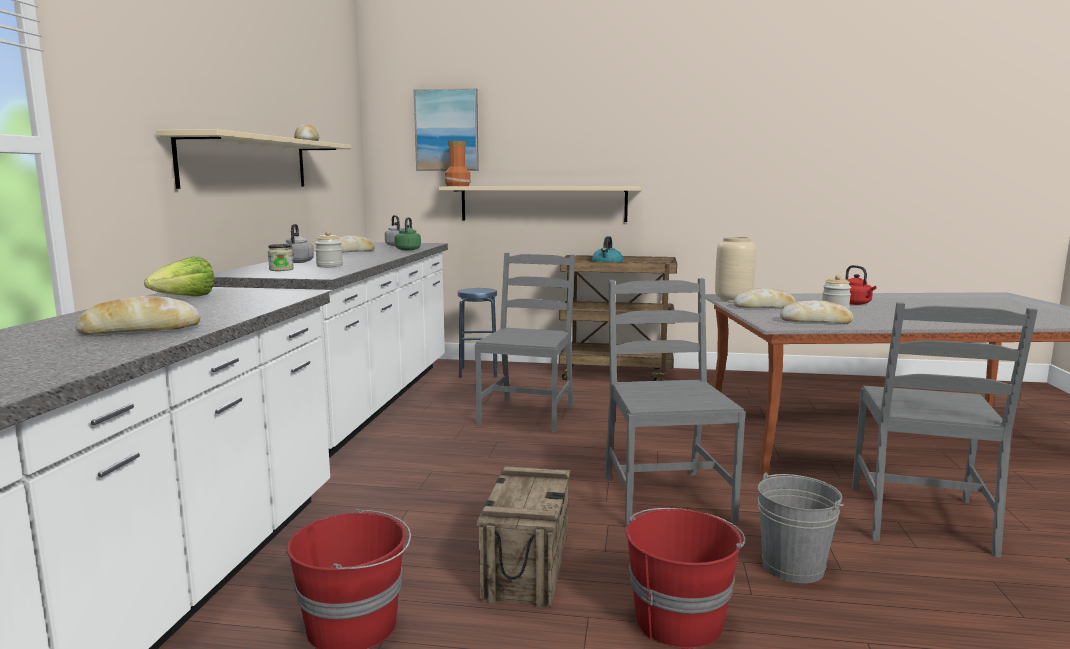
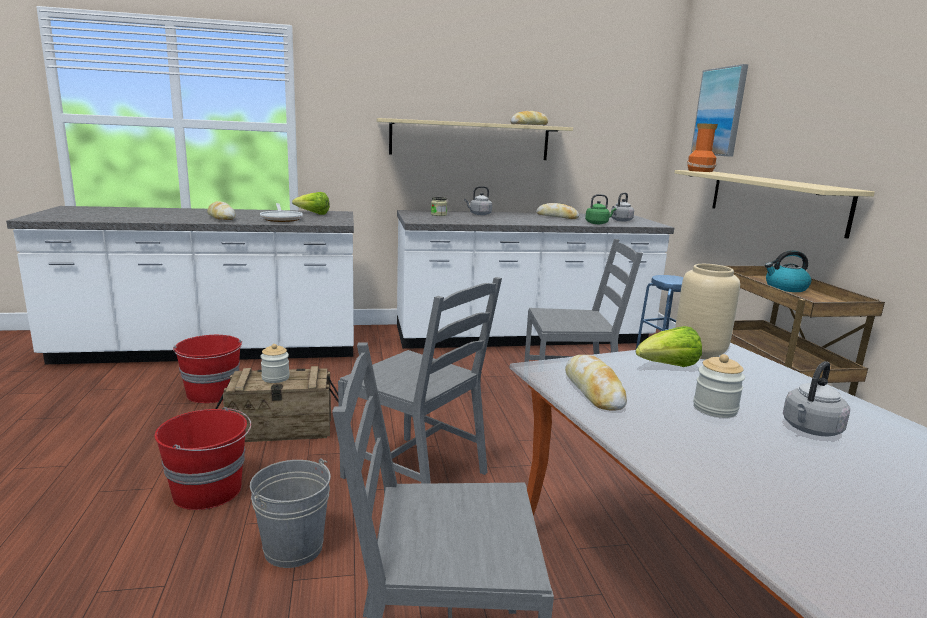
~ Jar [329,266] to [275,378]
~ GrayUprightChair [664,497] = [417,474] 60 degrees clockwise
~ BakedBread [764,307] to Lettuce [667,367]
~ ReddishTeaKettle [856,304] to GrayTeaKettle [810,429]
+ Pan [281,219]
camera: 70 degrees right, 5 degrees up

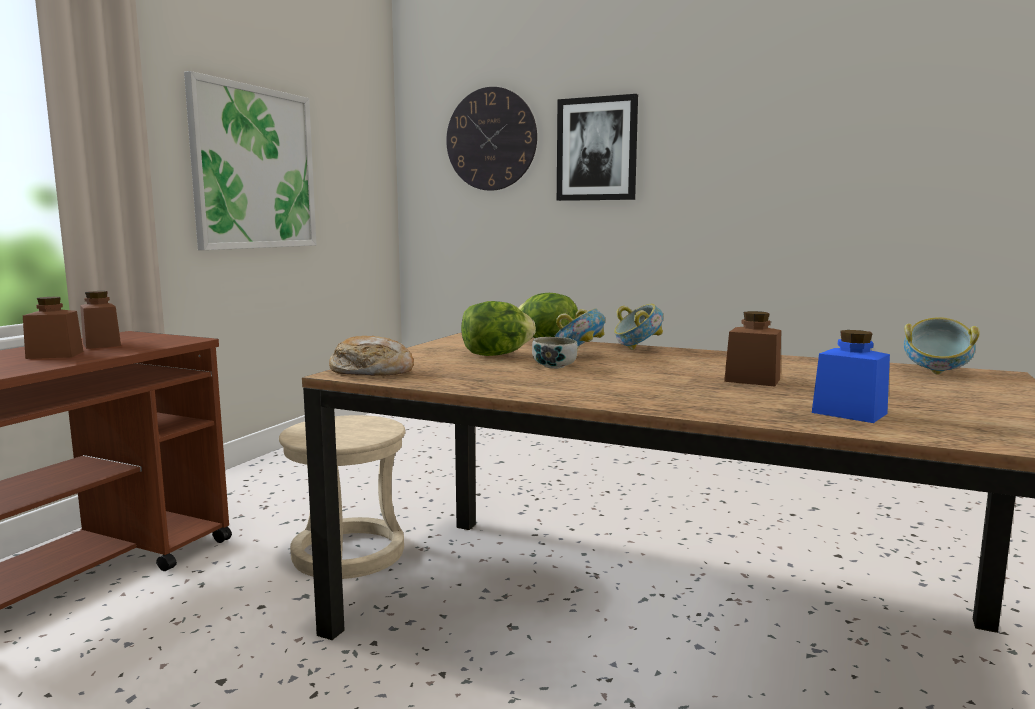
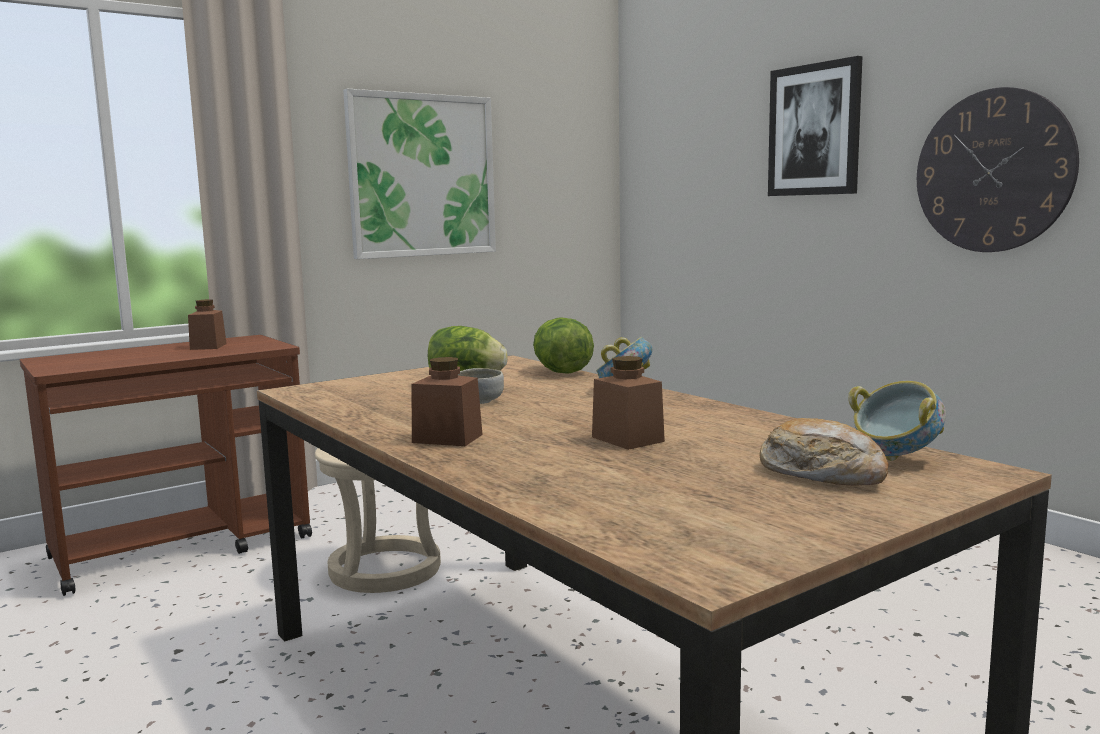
~ BrownishJar [55,355] to [447,438]
~ BakedBread [372,371] to [822,473]
~ HangingClock [491,139] to [993,171]
- Bowl [579,355]
- BlueColouredJar [849,413]
camera: 30 degrees right, 0 degrees up

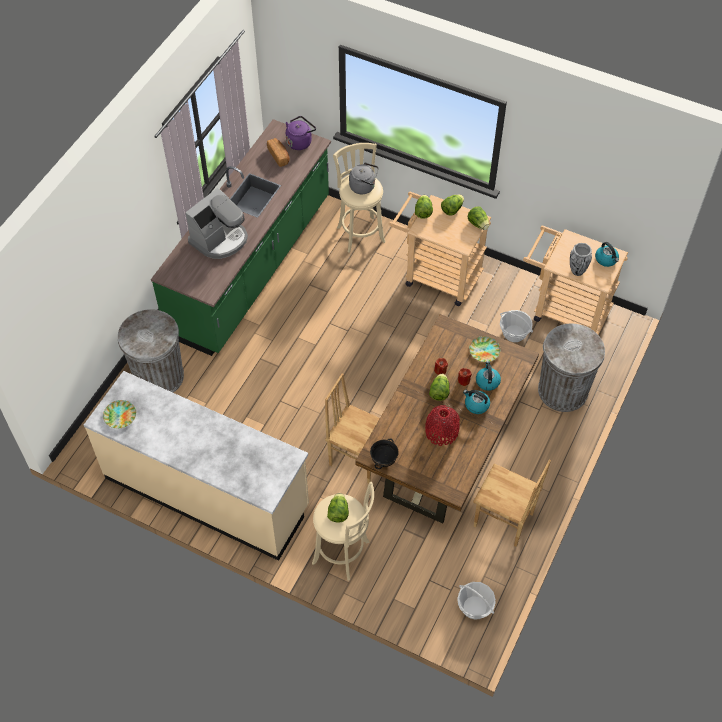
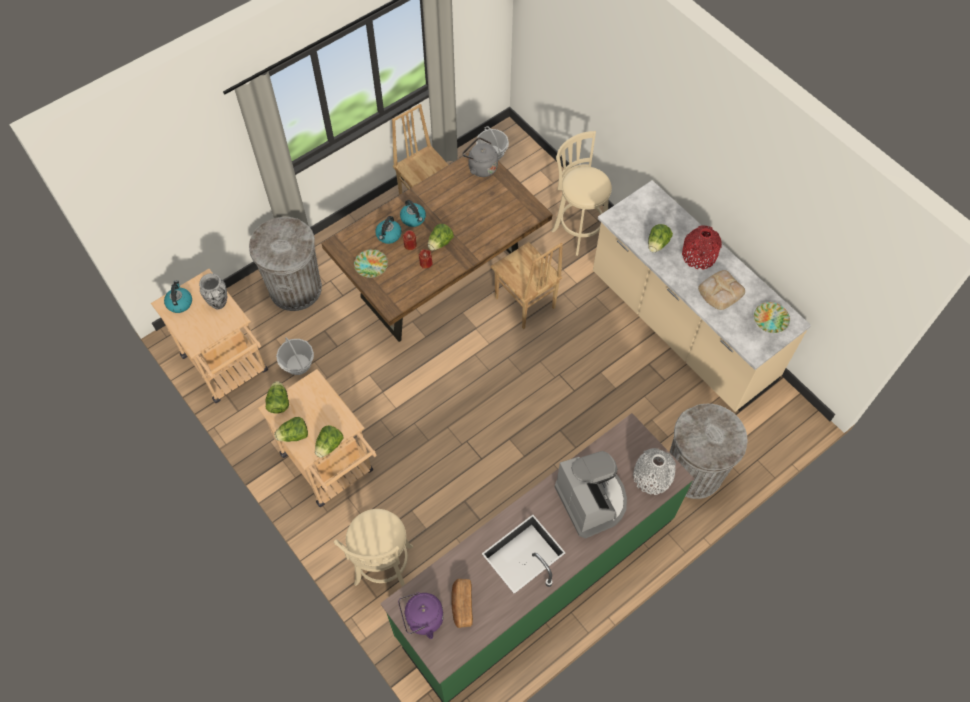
~ CoffeeBrewer [220,239] = [592,500] 90 degrees clockwise
~ Lettuce [338,512] to [657,244]
~ GrayTeaKettle [364,187] to [481,167]
- BlackColouredBowl [384,460]
~ ReddishVase [441,432] to [699,255]
+ GrayVase [652,477]
+ BakedBread [720,291]
camera: 155 degrees left, 5 degrees up

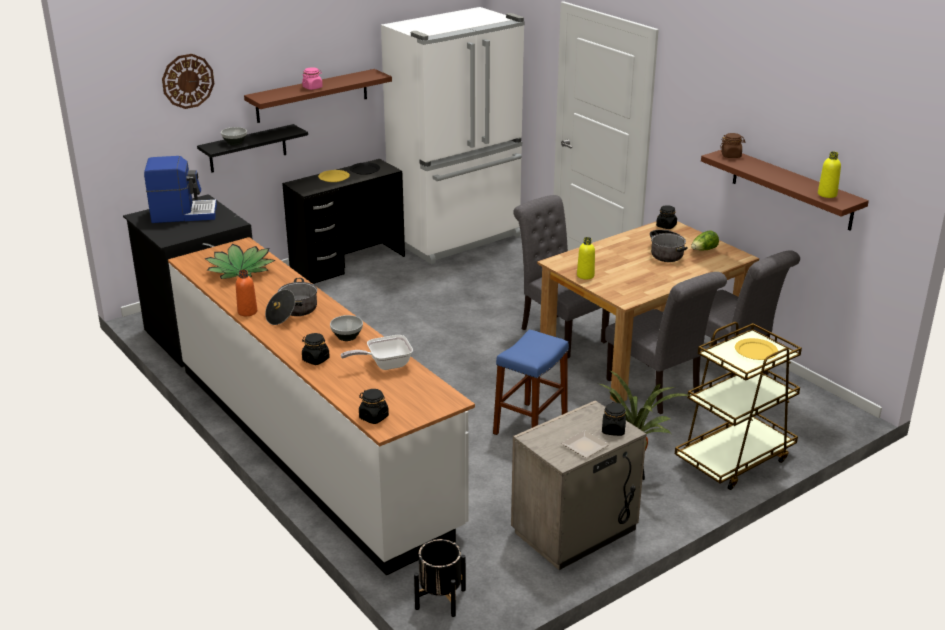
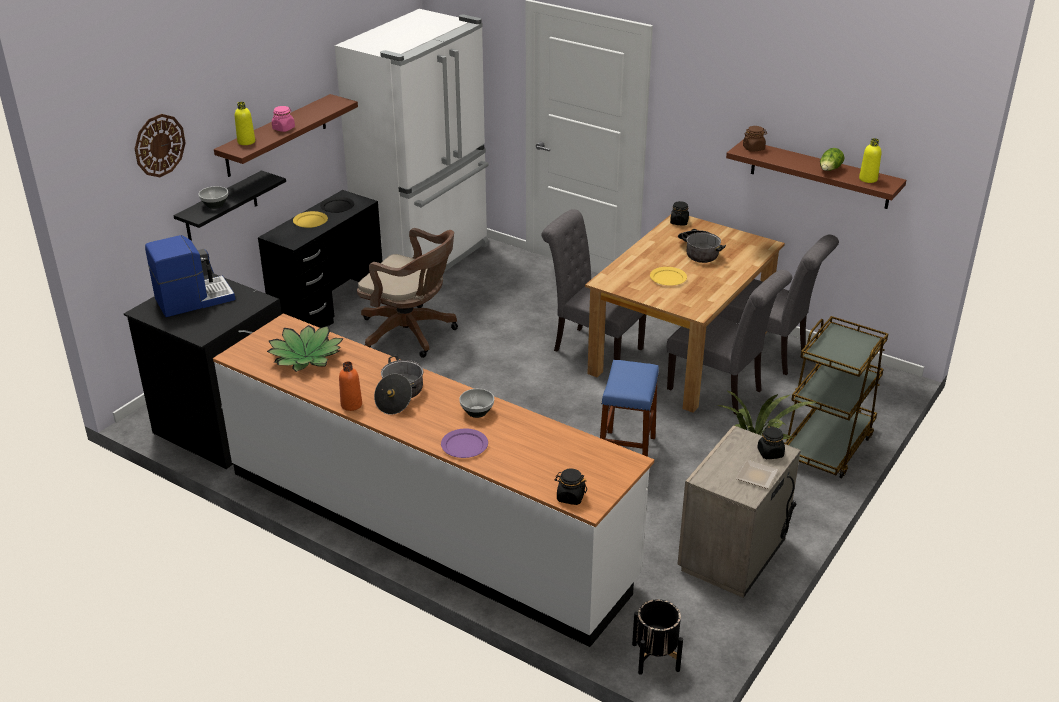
~ BlackColouredJar [315,359] to PurplishPlate [465,445]
- Pan [385,364]
~ YellowishBeverageBottle [585,275] to [246,142]
~ Lettuce [704,250] to [829,170]
~ YellowishPlate [756,351] to [668,278]
+ BrownishComputerChair [411,333]
camera: 20 degrees left, 5 degrees up

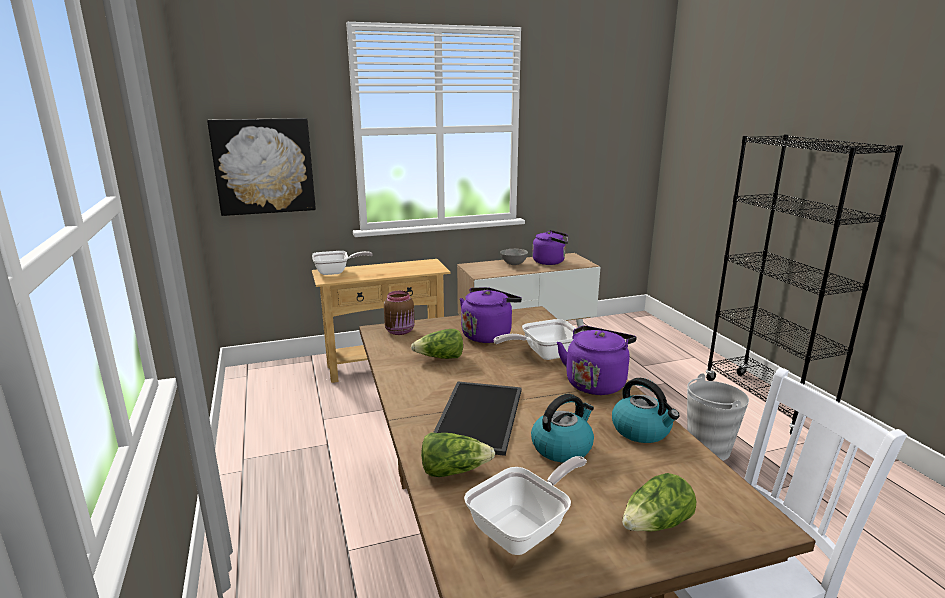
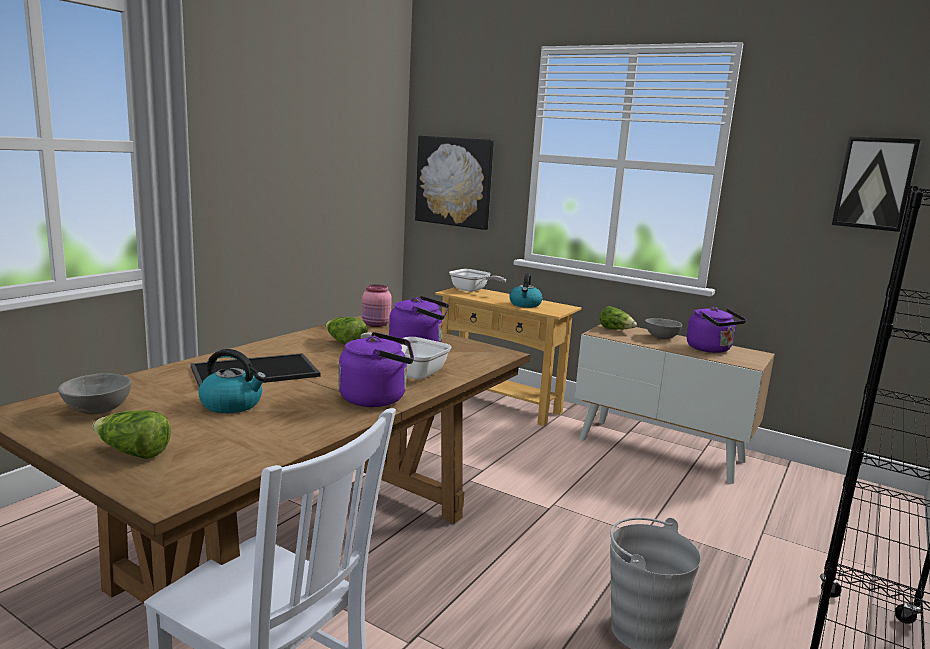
~ BrownishJar [400,331] to PinkJar [376,324]
~ Lettuce [453,470] to [616,330]
~ Pan [525,529] to GrayBowl [97,411]
~ TeaKettle [642,430] to [525,304]
+ WallPicture [874,183]
camera: 50 degrees right, 5 degrees down

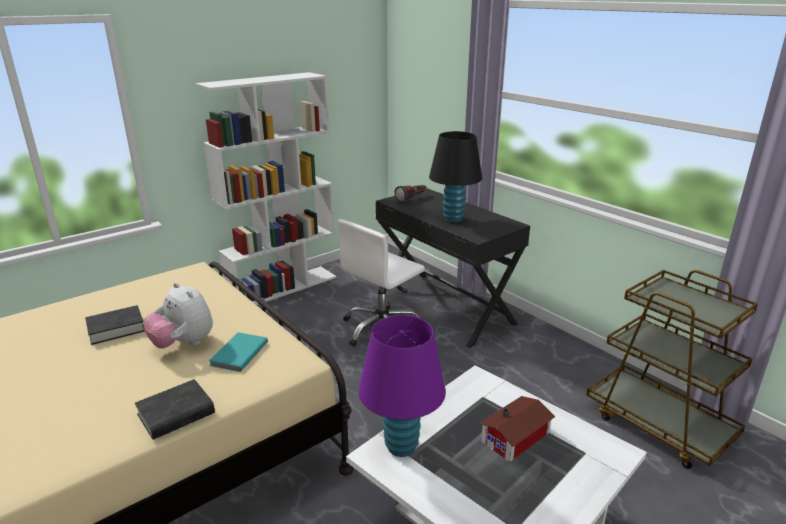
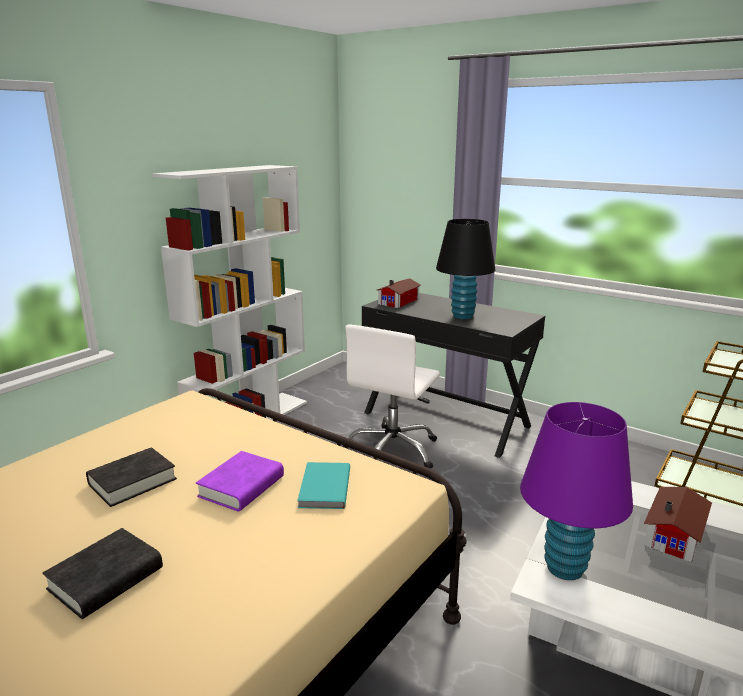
~ BlackColouredBoundBook [176,414] to [106,579]
~ CuddlyToy [183,344] to PurplishBoundBook [241,487]
~ Flashlight [412,199] to ToyHouse [400,301]
camera: 15 degrees left, 5 degrees down

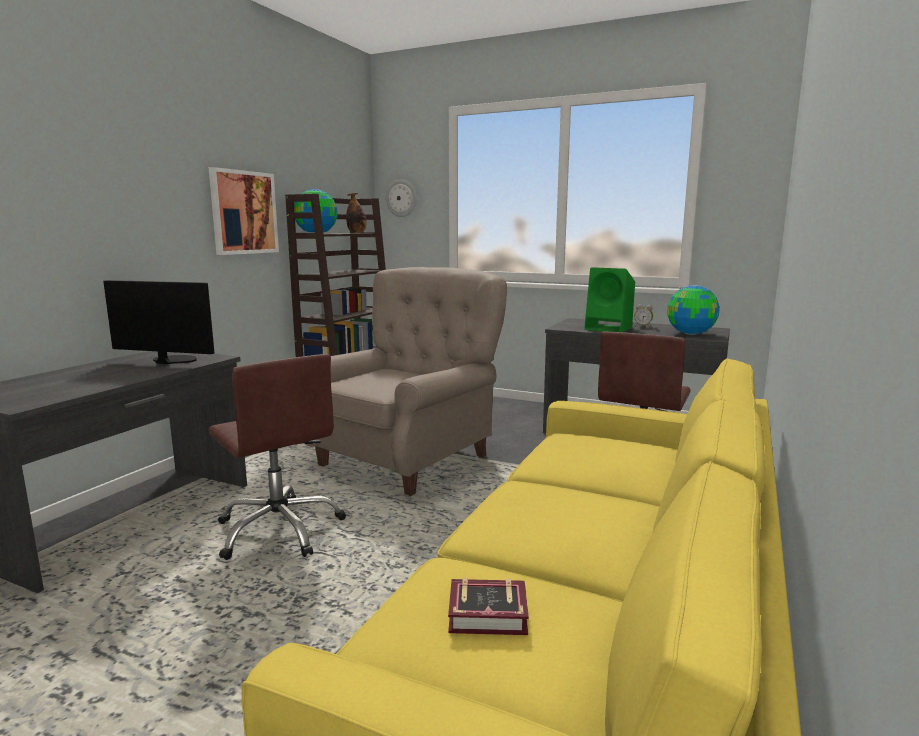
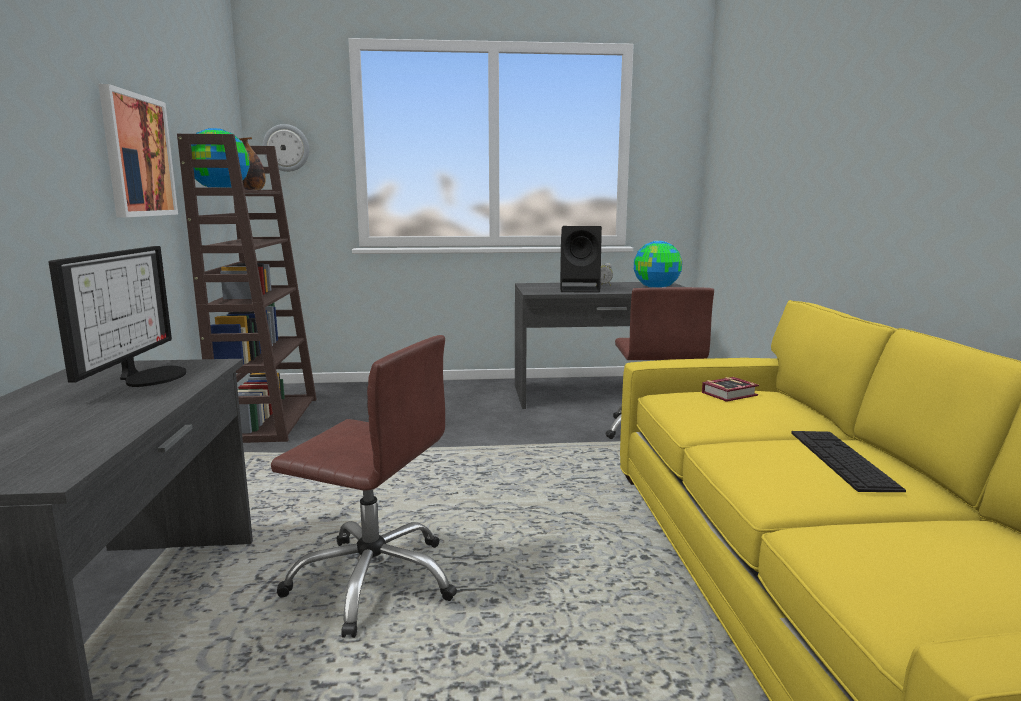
~ Monitor [171,361] = [148,376] 105 degrees clockwise
- SandColouredLoungeChair [409,458]
~ BoundBook [491,616] to [732,394]
~ GreenishAudioSpeaker [609,329] to BlackColouredAudioSpeaker [581,289]
+ Keyboard [842,459]
camera: 30 degrees left, 0 degrees up

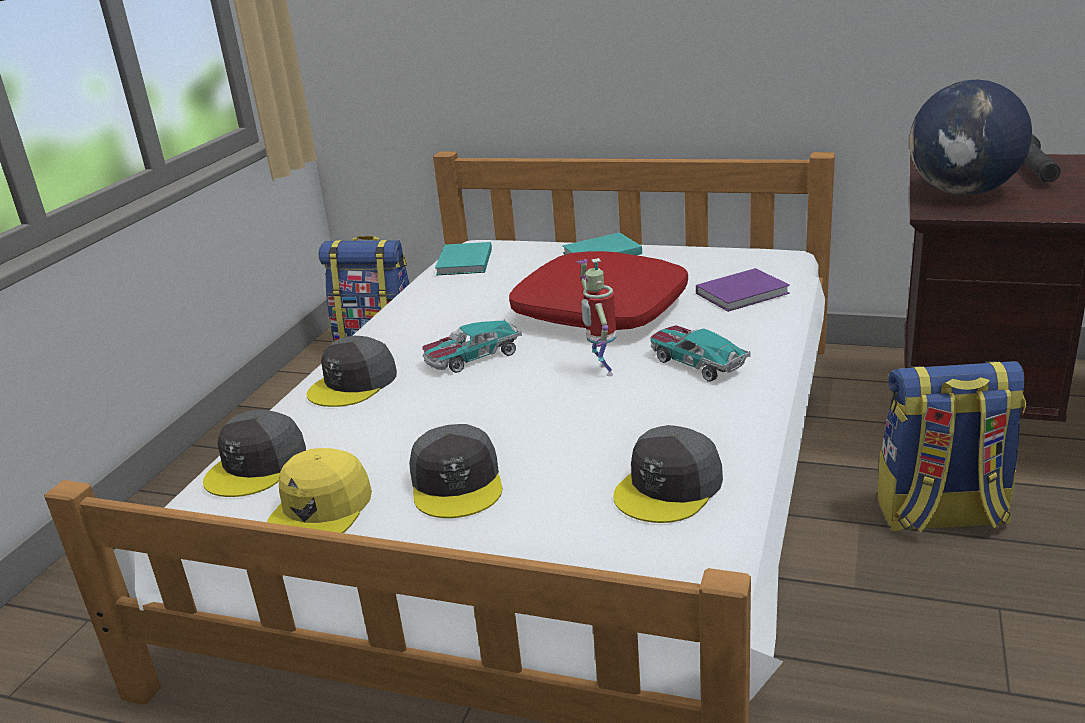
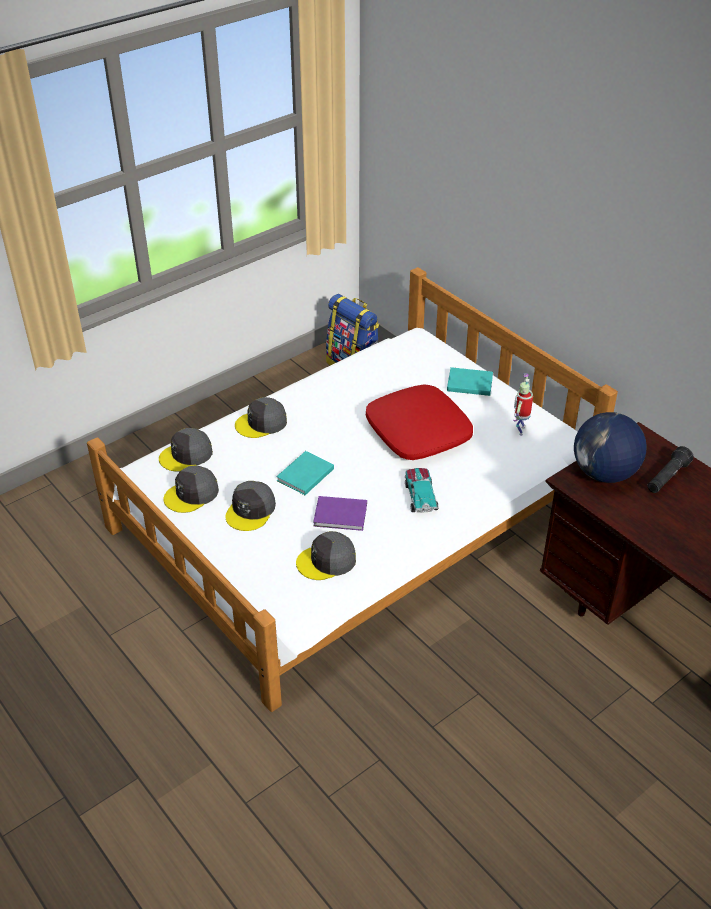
~ YellowishBaseballCap [321,509] to GrayBaseballCap [192,494]
- MiniatureCar [472,357]
~ BlueGreenBoundBook [463,262] to [303,475]
~ RobotFigure [602,370] to [519,430]
~ PurplishBoundBook [744,293] to [341,516]
- Knapsack [940,515]
camera: 30 degrees right, 15 degrees up

